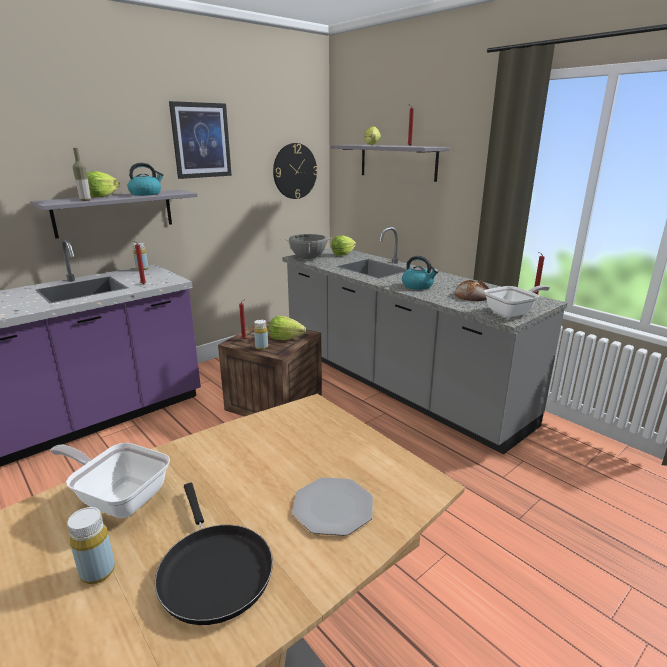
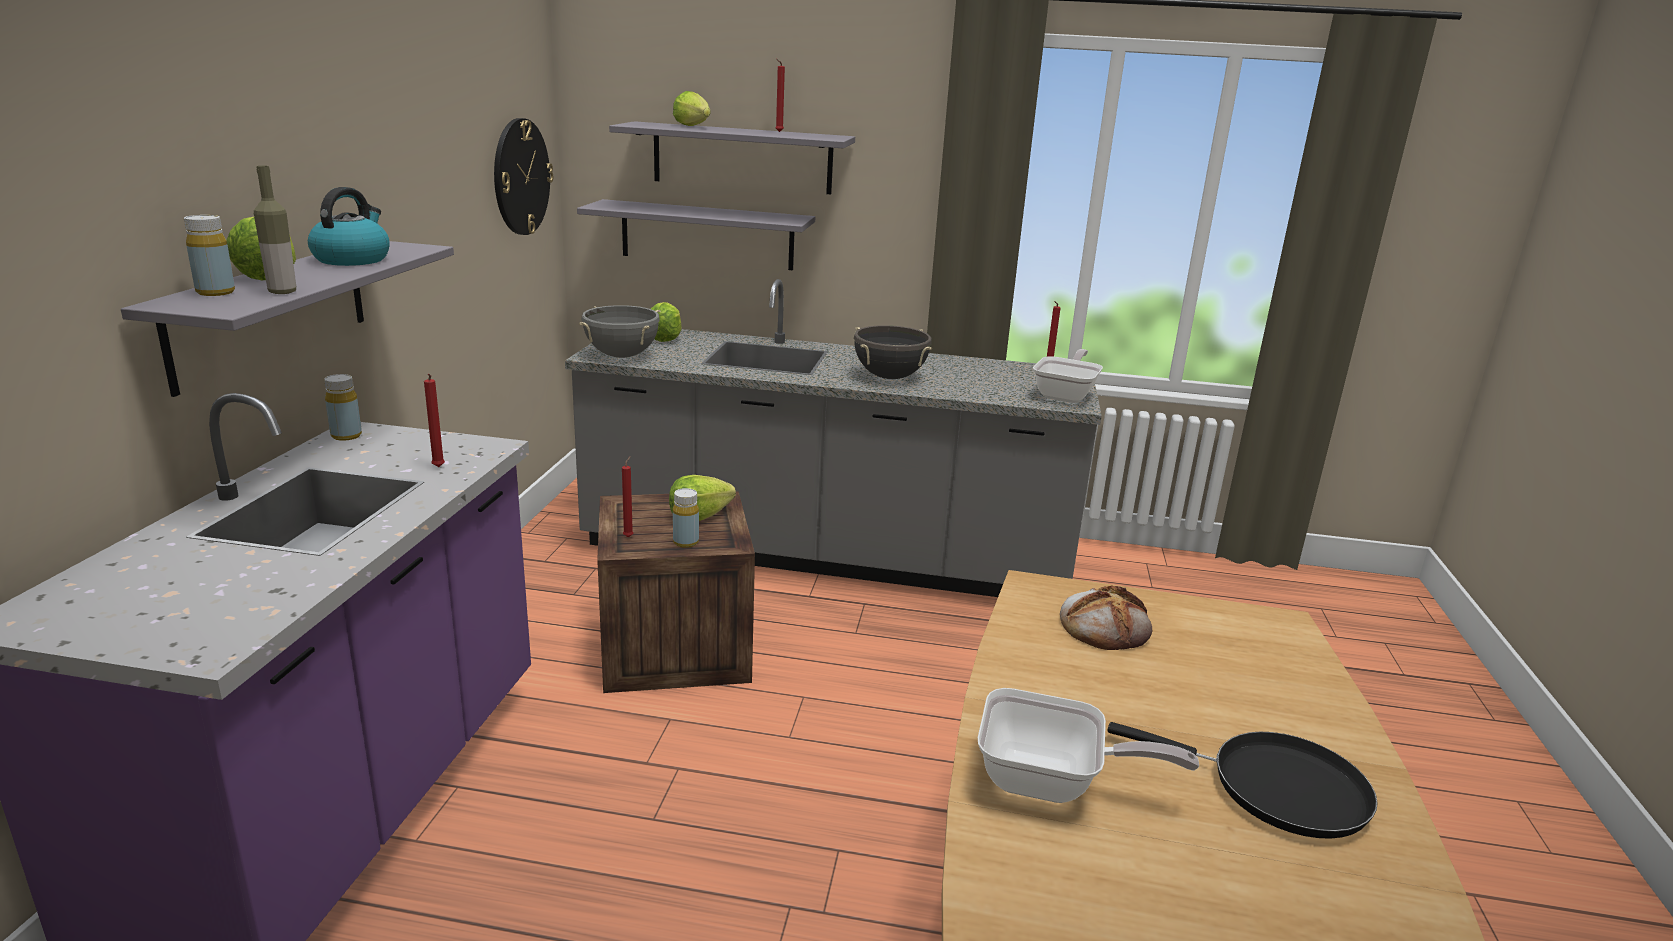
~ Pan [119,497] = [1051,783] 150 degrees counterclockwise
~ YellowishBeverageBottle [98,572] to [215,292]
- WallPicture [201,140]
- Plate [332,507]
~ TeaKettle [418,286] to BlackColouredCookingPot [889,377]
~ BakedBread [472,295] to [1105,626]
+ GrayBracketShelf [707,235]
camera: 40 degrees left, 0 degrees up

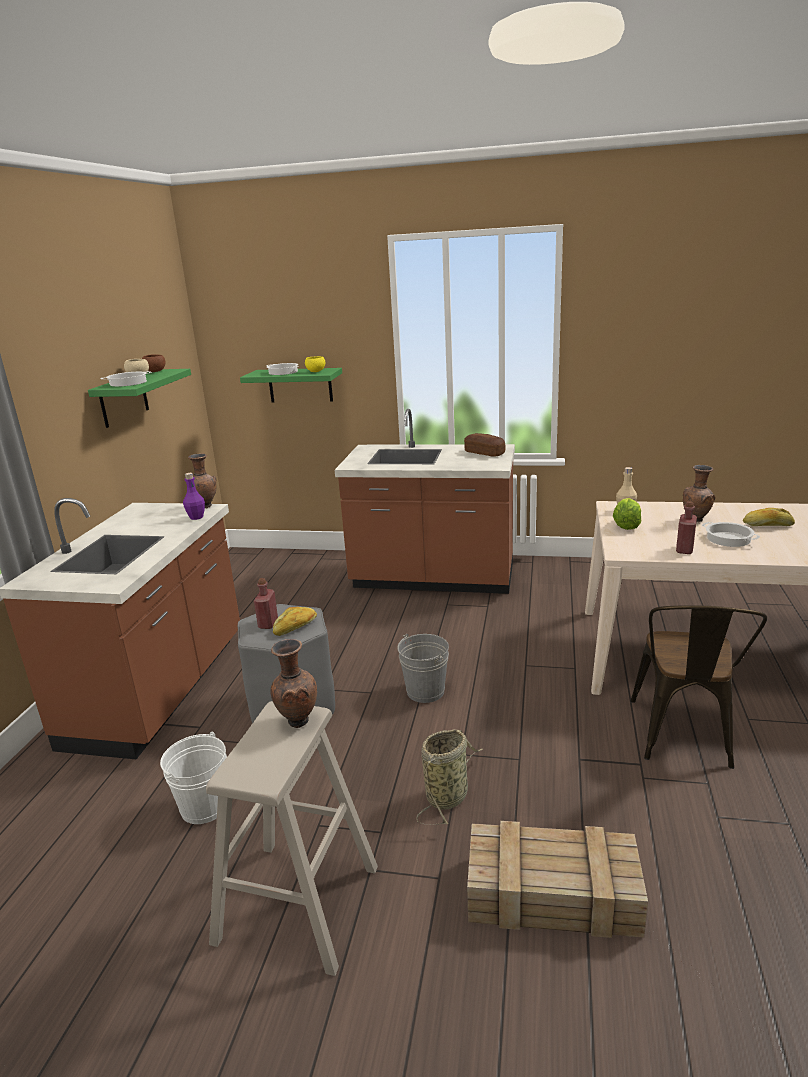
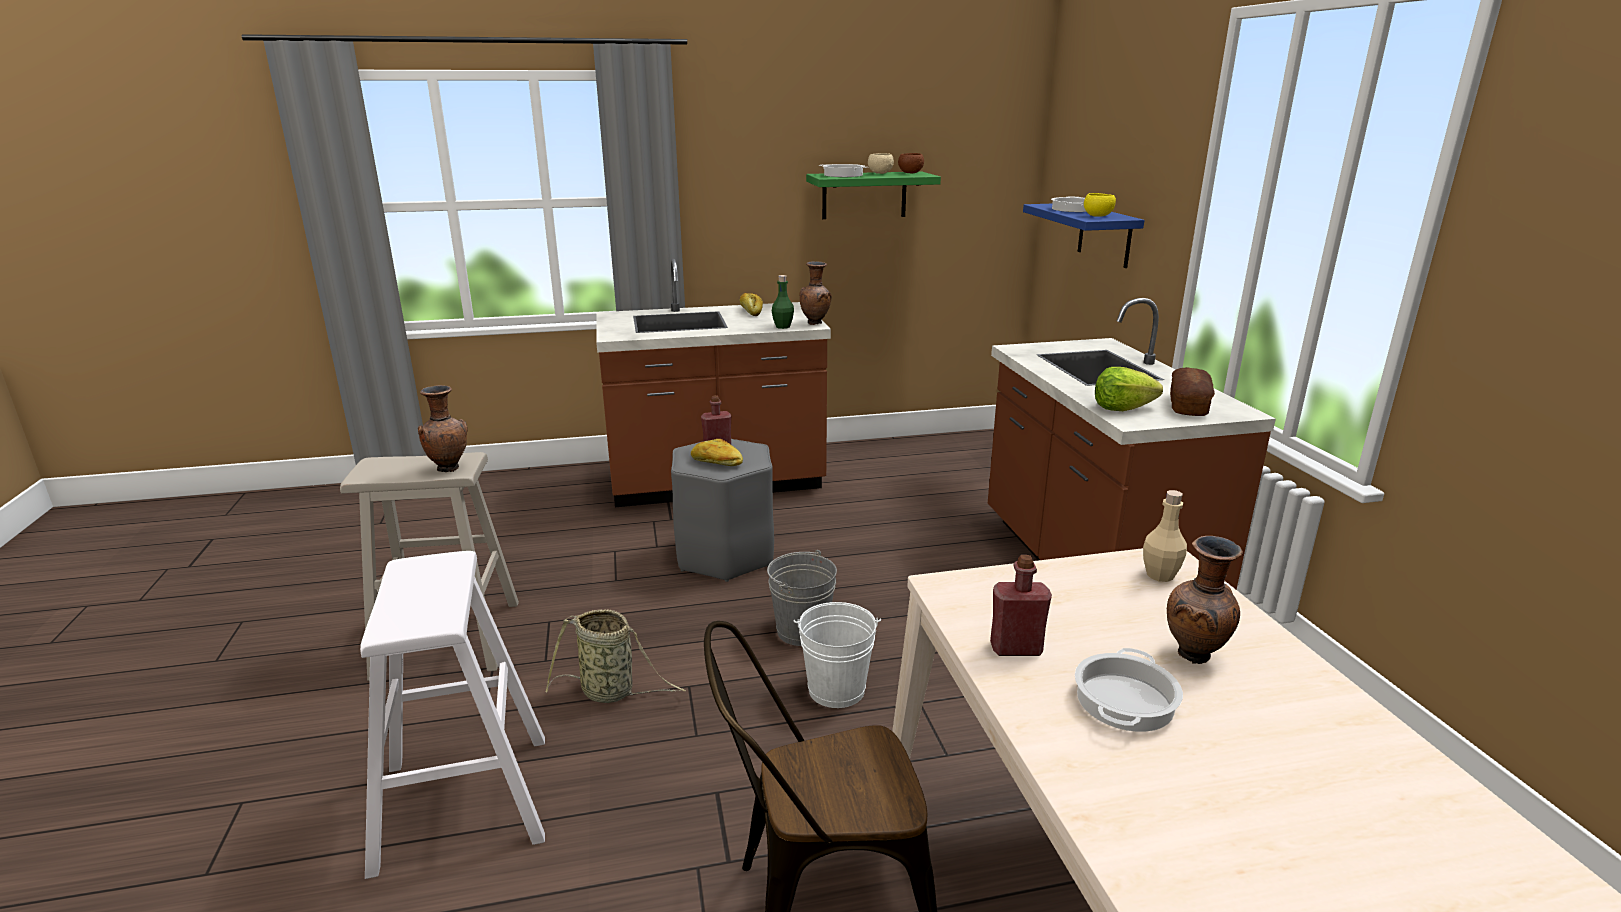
~ WhiteWaterBucket [204,806] to [836,689]
~ PurplishBeverageBottle [196,517] to GreenishBeverageBottle [783,326]
~ GreenishBracketShelf [300,385] to BlueColouredBracketShelf [1104,235]
~ Crate [549,895] to WhiteStool [463,801]
~ Lettuce [626,525] to [1122,408]
~ BakedBread [767,525] to [751,311]
camera: 65 degrees right, 0 degrees up

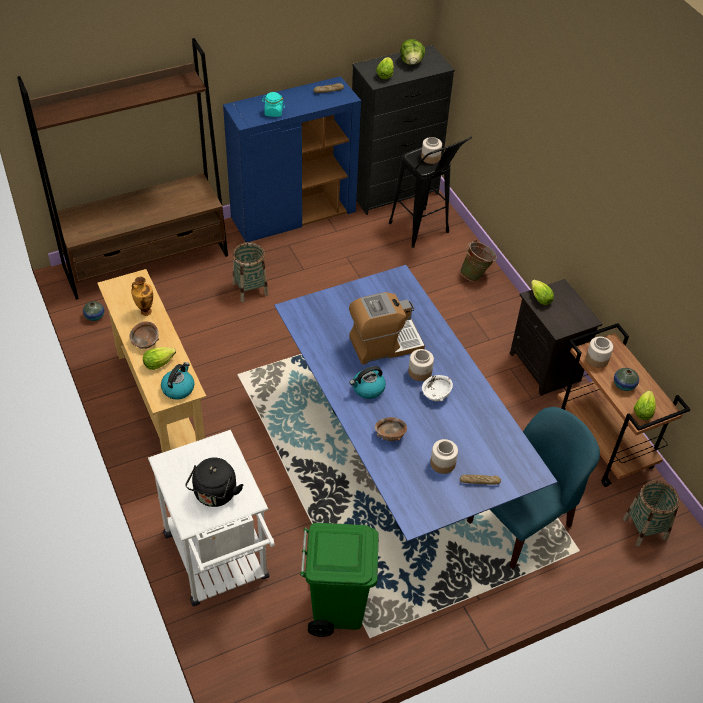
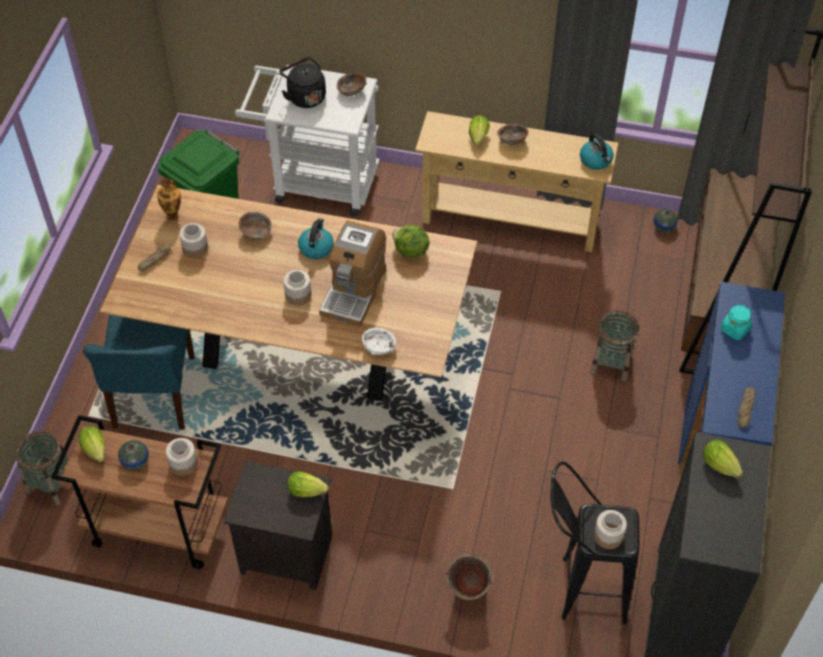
~ Vase [145,311] to [173,215]
~ TeaKettle [178,388] to [596,160]
~ BlueColouredKitchenTable [398,457] to BrownishKitchenTable [300,351]
~ Lettuce [411,62] to [410,251]
~ WhiteBowl [436,394] to [378,348]
+ BrownishBowl [352,90]
camera: 130 degrees right, 5 degrees up

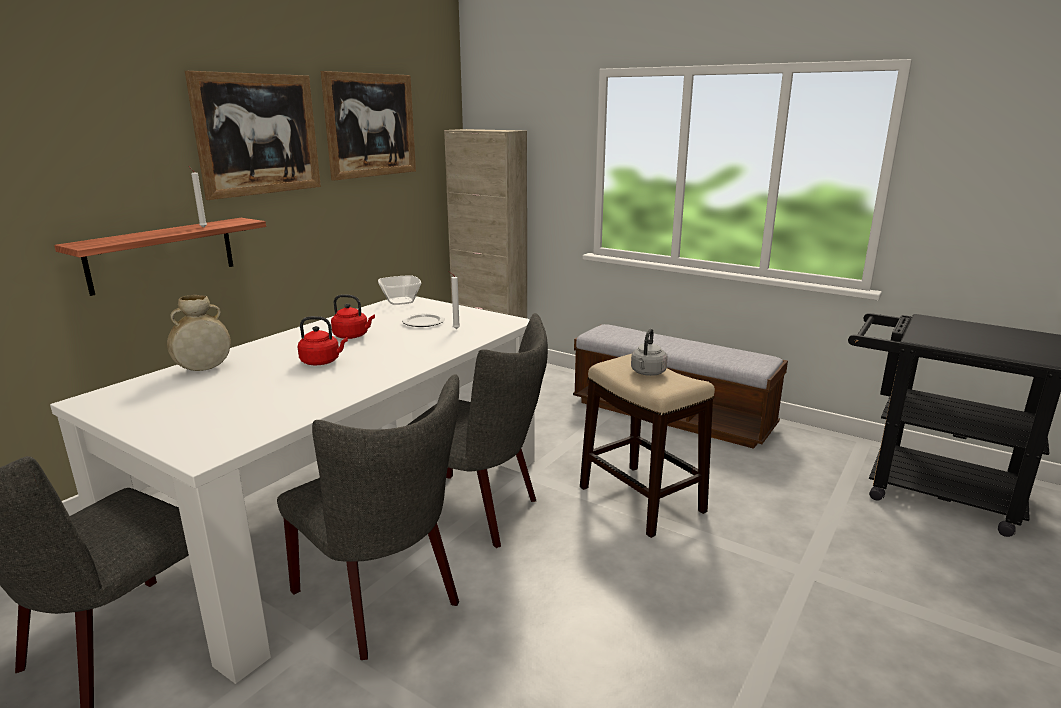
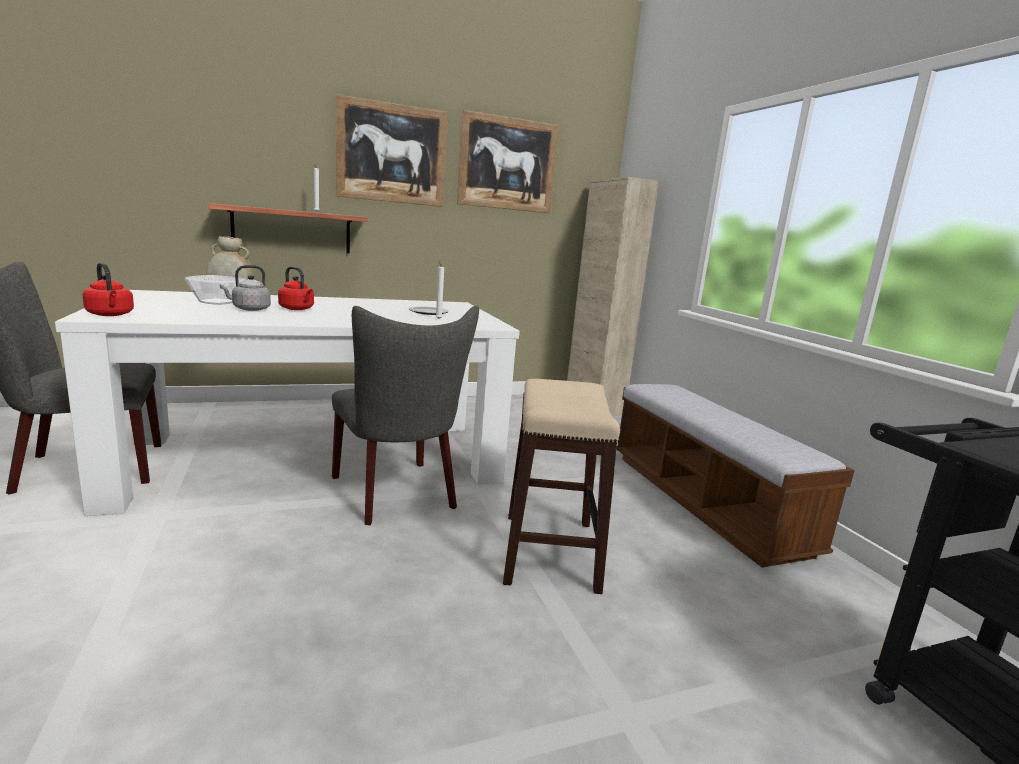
- GrayUprightChair [383,601]
~ ReddishTeaKettle [353,336] to [110,315]
~ Bowl [400,301] to [216,302]
~ GrayTeaKettle [647,373] to [249,309]
camera: 35 degrees right, 5 degrees down

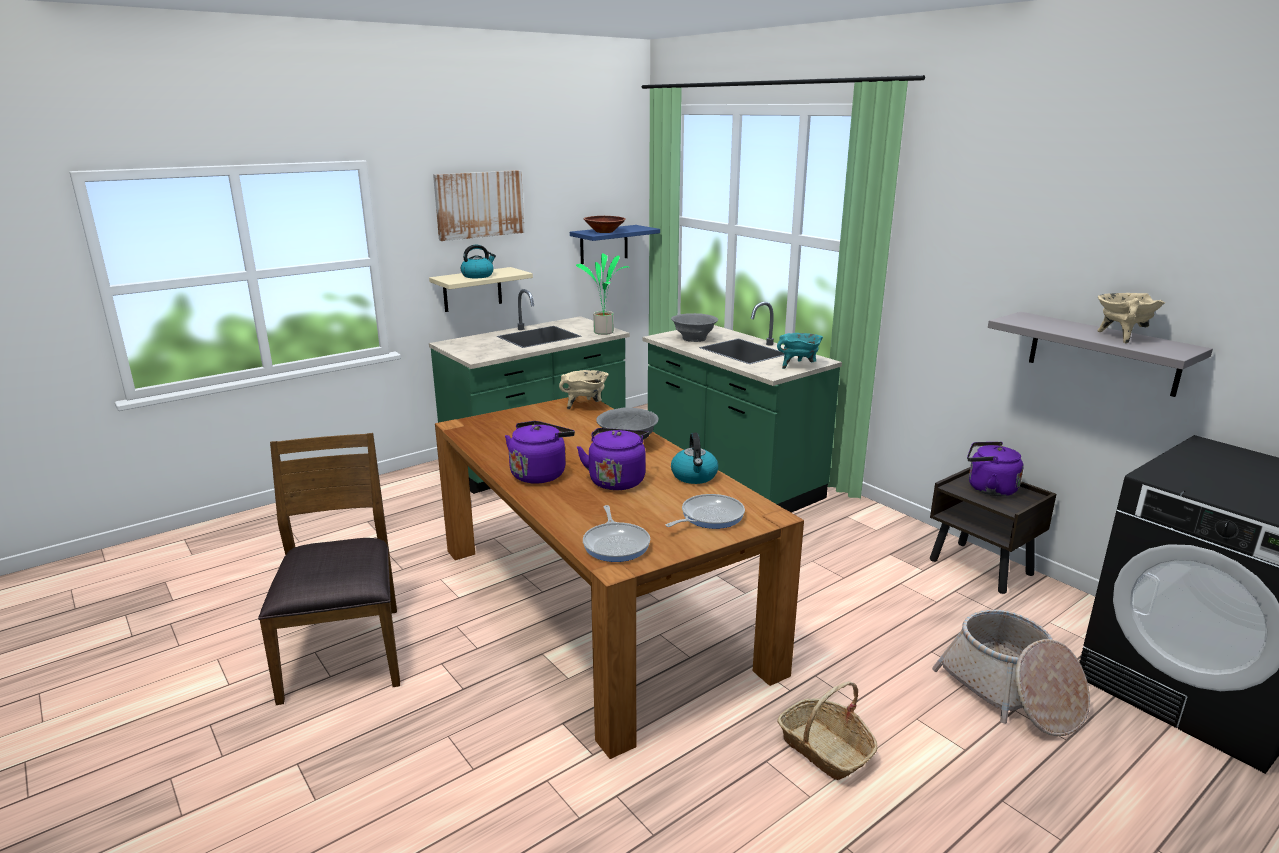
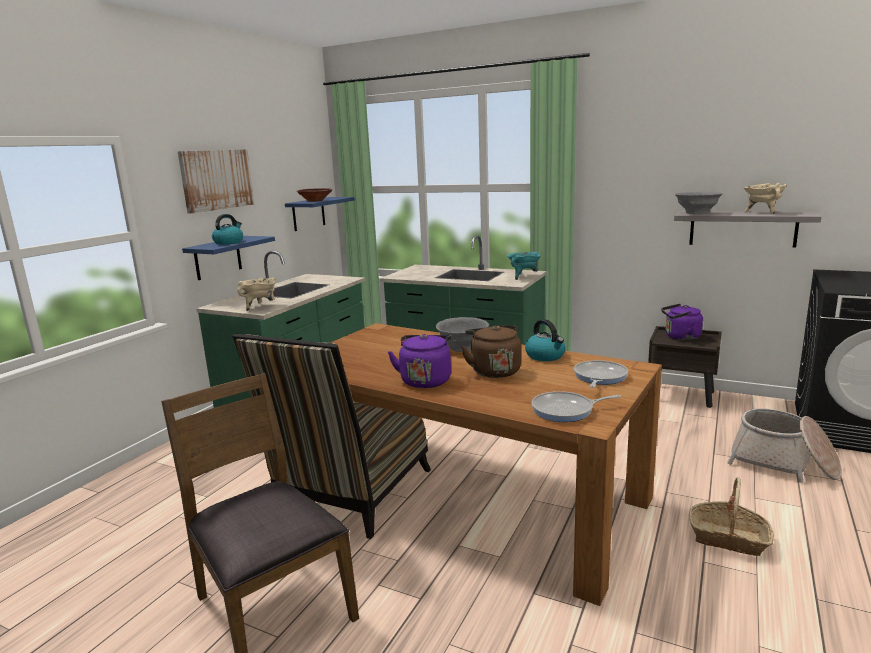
~ SandColouredBracketShelf [472,289] to BlueColouredBracketShelf [218,258]
~ SandColouredCookingPot [585,405] to [260,307]
- PottedPlant [605,332]
~ PurplishTeaKettle [617,480] to BrownishTeaKettle [494,370]
~ Pan [616,544] = [566,410] 120 degrees clockwise
~ GrayBowl [694,339] to [696,213]
+ UprightChair [349,496]
camera: 25 degrees left, 5 degrees down

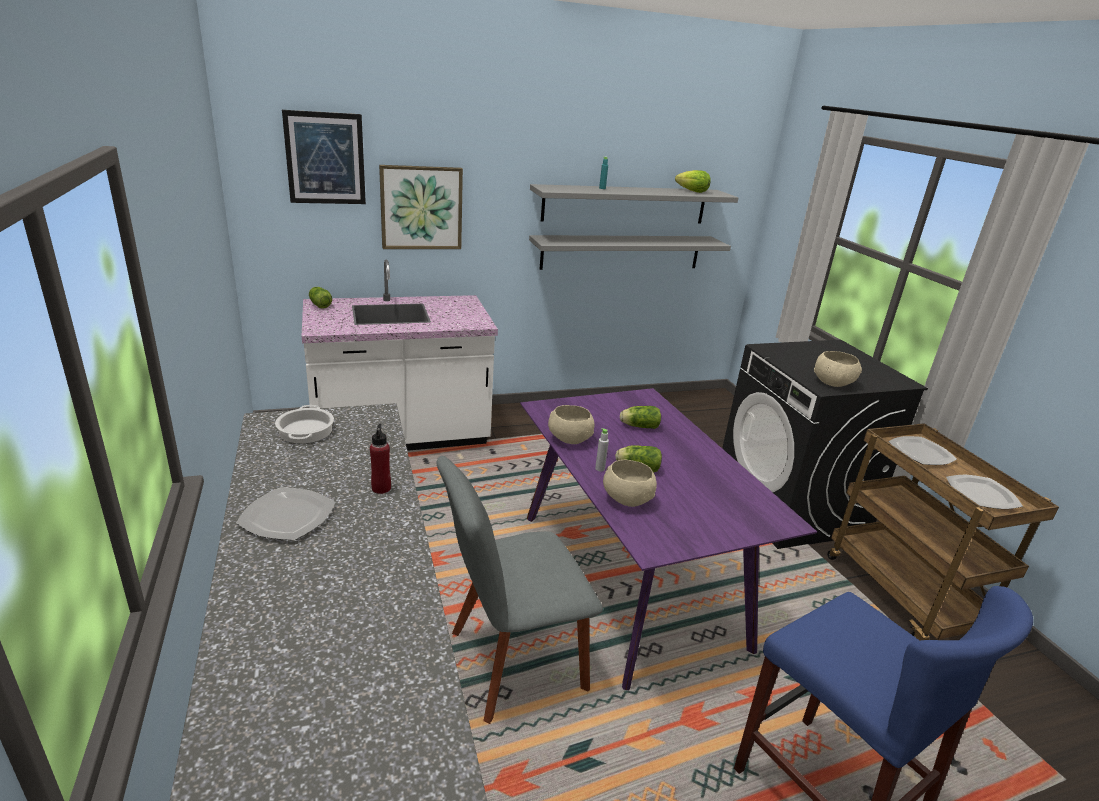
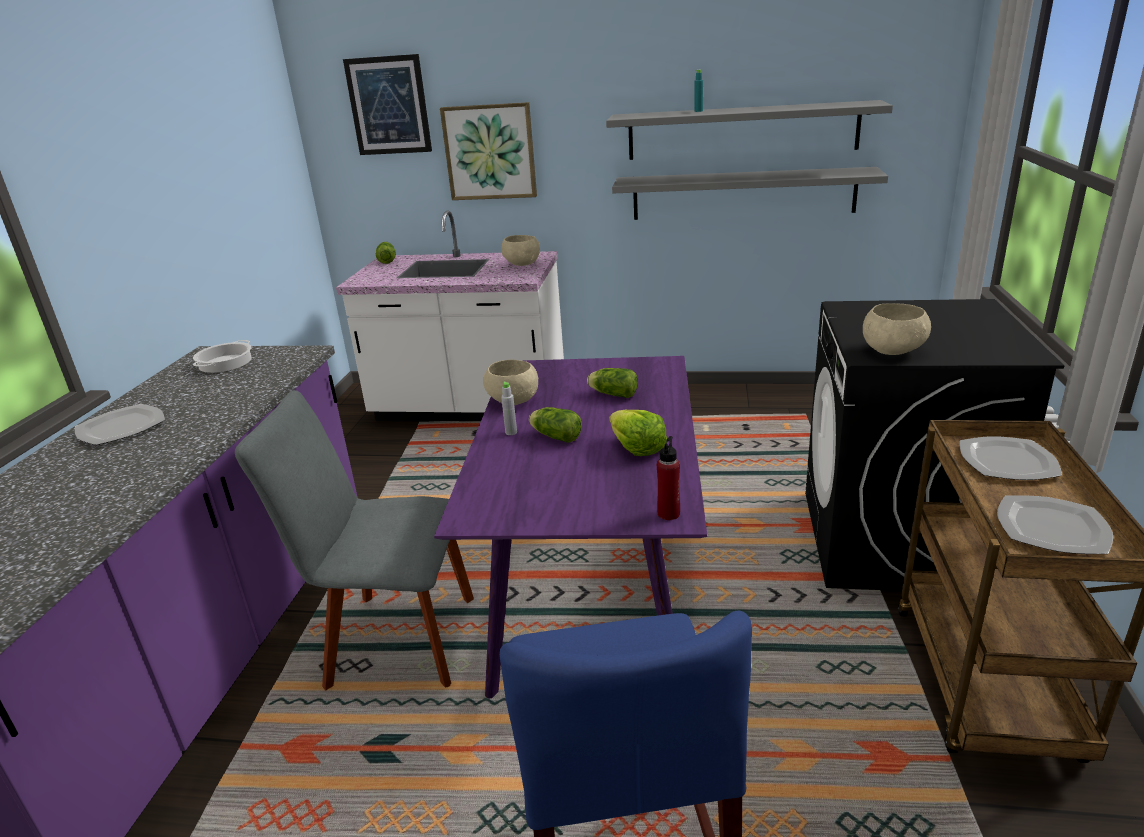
~ ReddishBeverageBottle [381,488] to [668,513]
~ SandColouredBowl [626,500] to [521,264]
~ Lettuce [692,191] to [637,448]
camera: 30 degrees right, 0 degrees up

